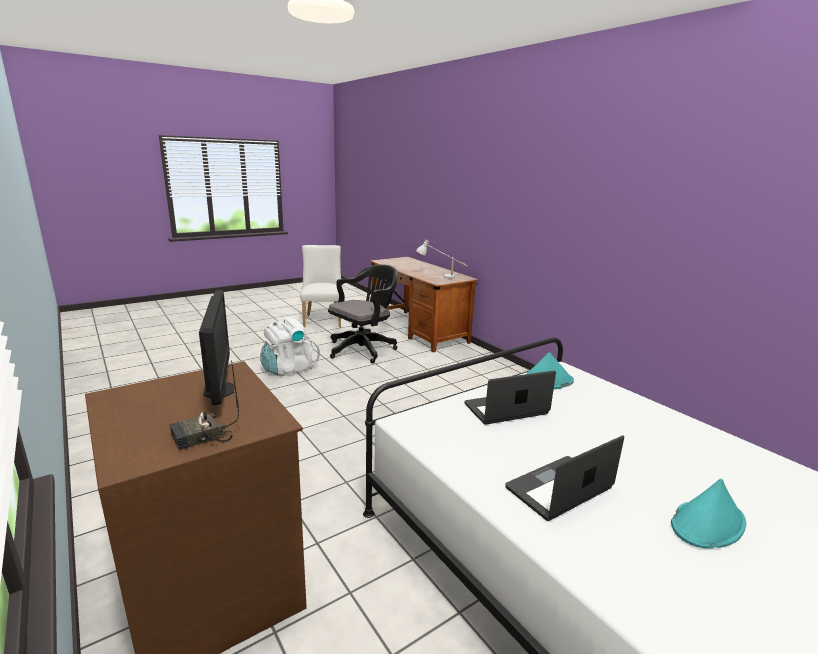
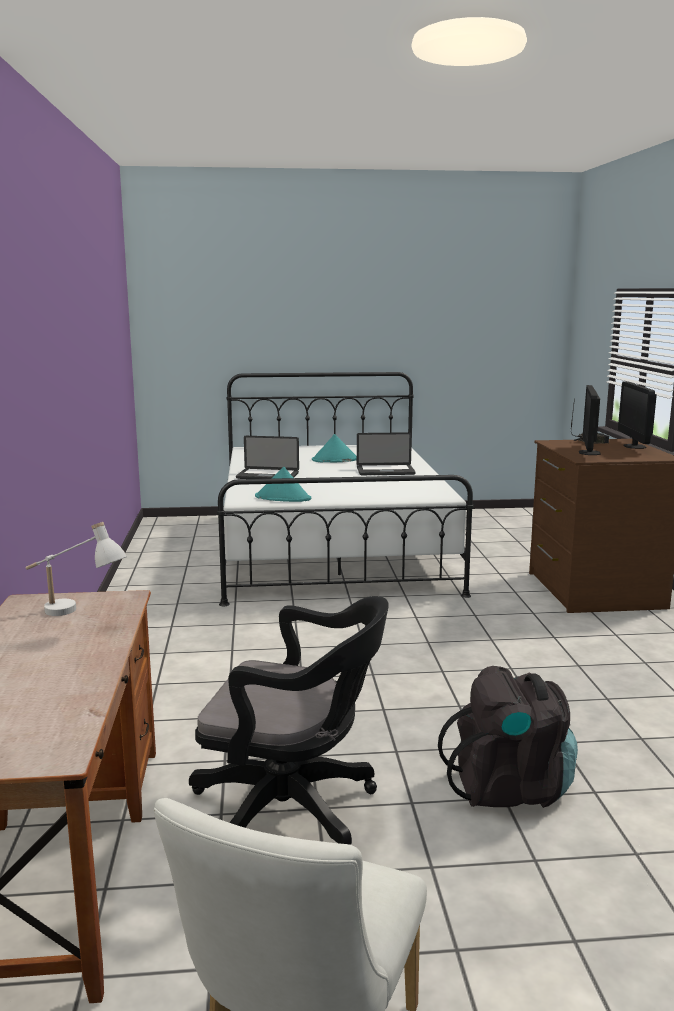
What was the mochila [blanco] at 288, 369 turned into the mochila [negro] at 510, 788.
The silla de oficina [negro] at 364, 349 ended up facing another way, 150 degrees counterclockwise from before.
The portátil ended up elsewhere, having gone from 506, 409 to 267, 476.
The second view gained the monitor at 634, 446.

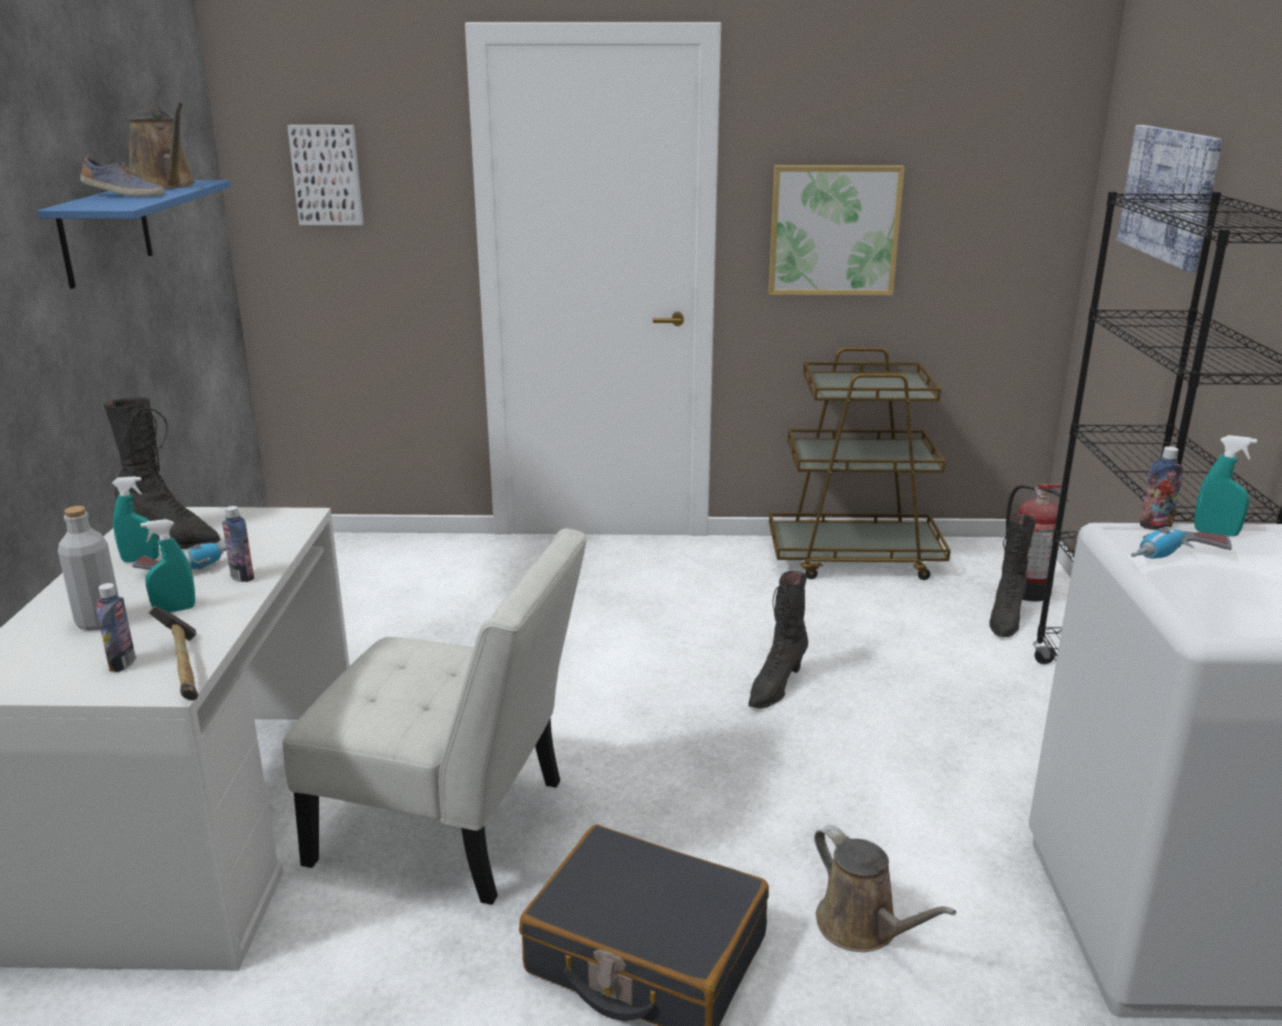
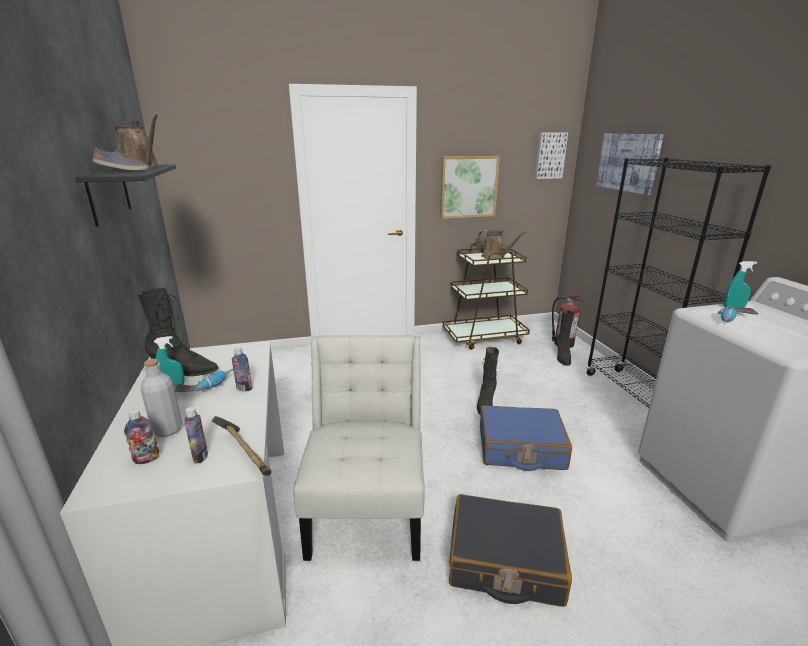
What was the estante [azul] at 106, 232 turned into the estante [negro] at 109, 193.
The second view lost the pulverizador [turquesa] at 174, 610.
The silla [blanco] at 452, 826 ended up facing another way, 90 degrees counterclockwise from before.
The cuadro ended up elsewhere, having gone from 327, 175 to 550, 155.
The regadera [marrón] ended up elsewhere, having gone from 862, 928 to 495, 257.
The botella ended up elsewhere, having gone from 1155, 526 to 146, 459.
The second view gained the maleta [azul] at 520, 448.

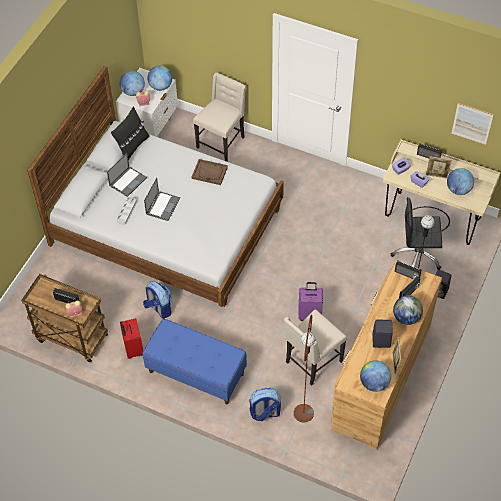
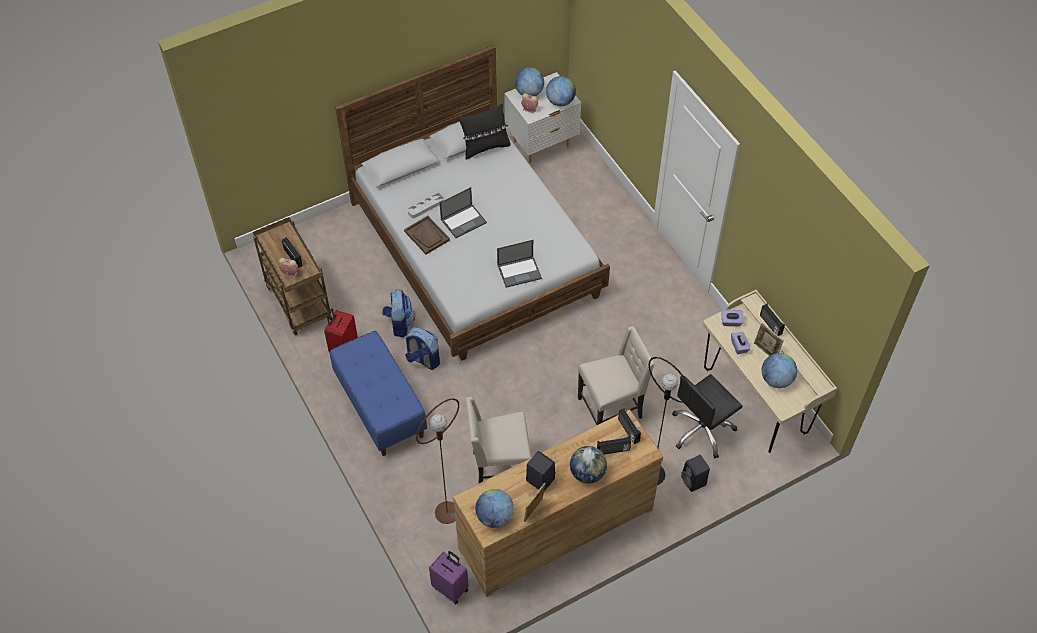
The portátil ended up elsewhere, having gone from 128, 181 to 520, 271.
The bandeja [marrón] ended up elsewhere, having gone from 209, 172 to 427, 236.
The silla [beis] ended up elsewhere, having gone from 222, 142 to 611, 408.
The mochila ended up elsewhere, having gone from 264, 413 to 423, 359.
The maleta [morado] ended up elsewhere, having gone from 310, 314 to 451, 588.
The silla de oficina [negro] at 417, 256 ended up facing another way, 75 degrees counterclockwise from before.
The second view lost the cuadro at 472, 123.

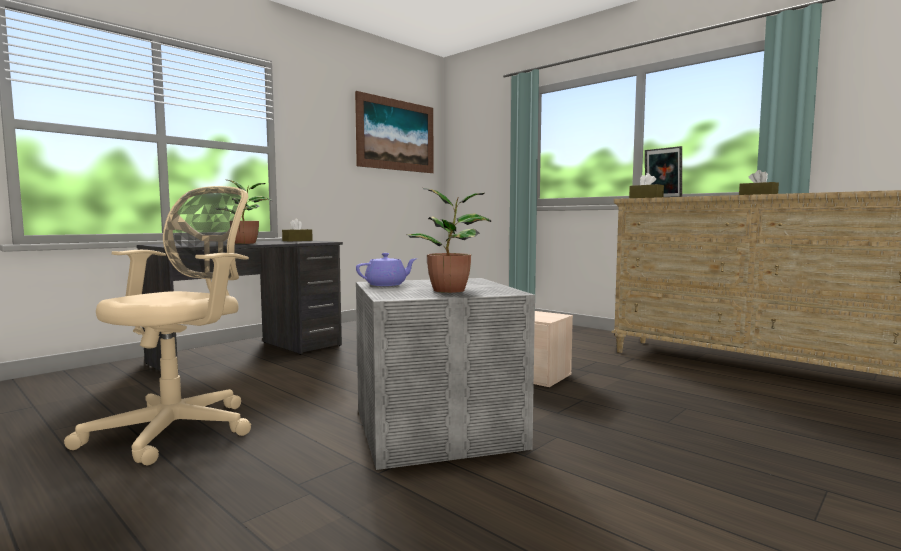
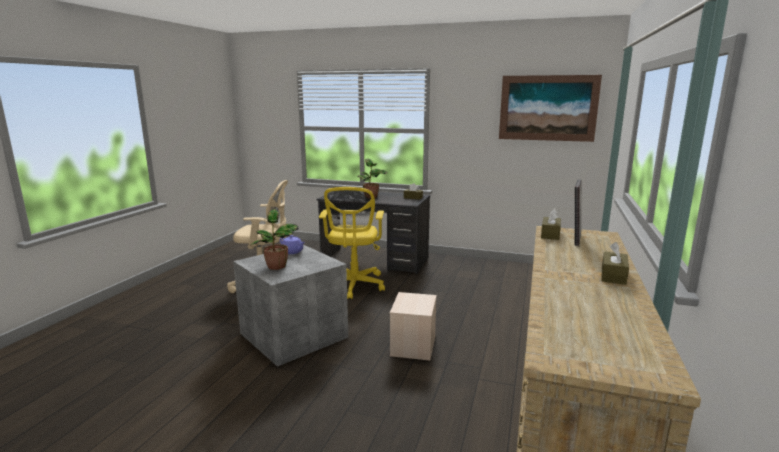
The second view gained the silla de oficina [amarillo] at 354, 286.

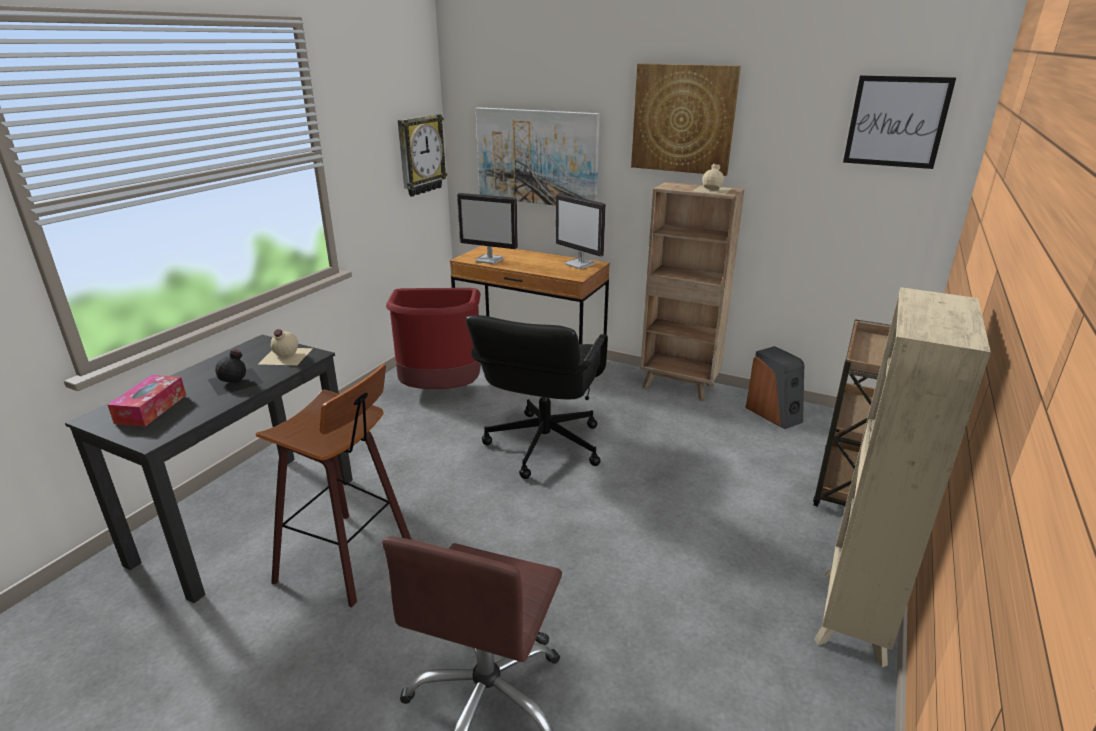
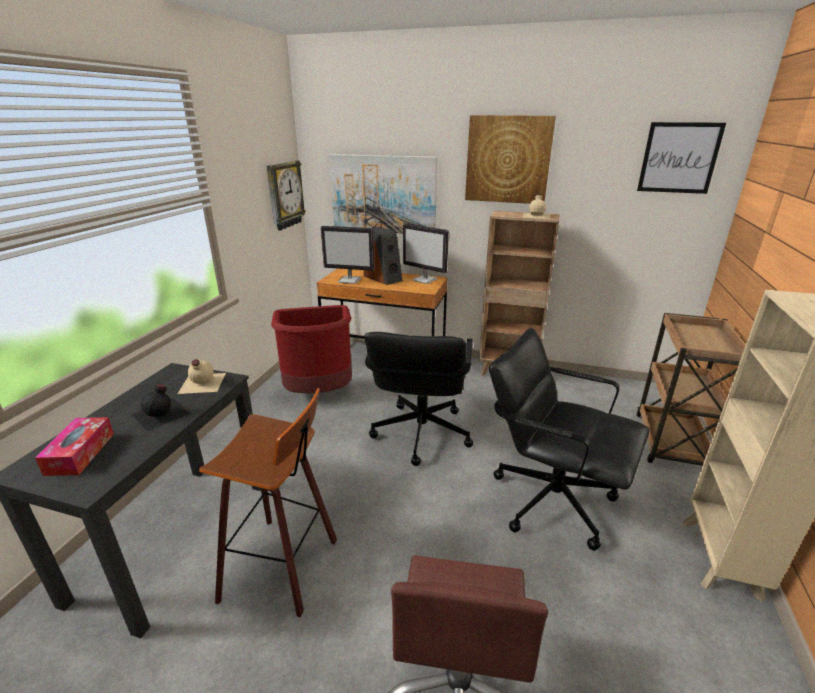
The altavoz ended up elsewhere, having gone from 774, 414 to 383, 278.
The second view gained the silla de oficina [negro] at 551, 499.

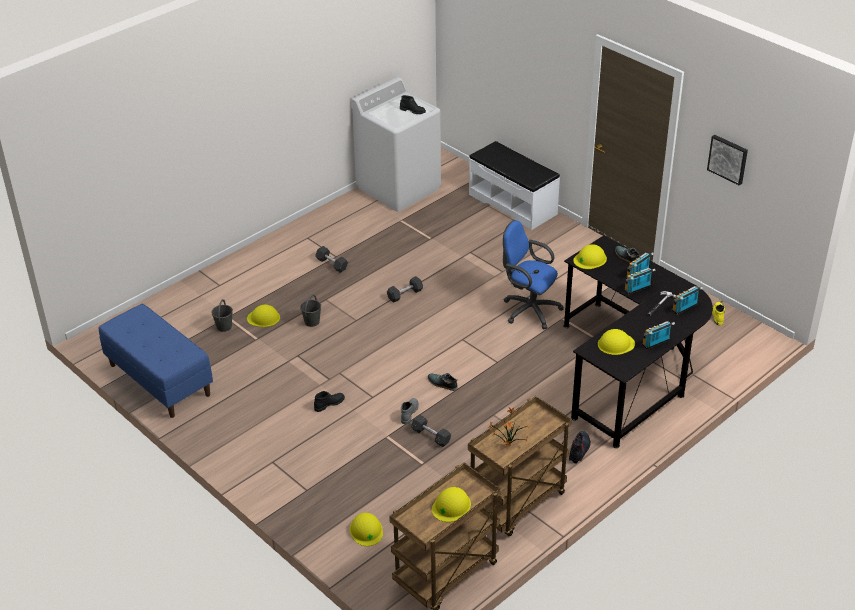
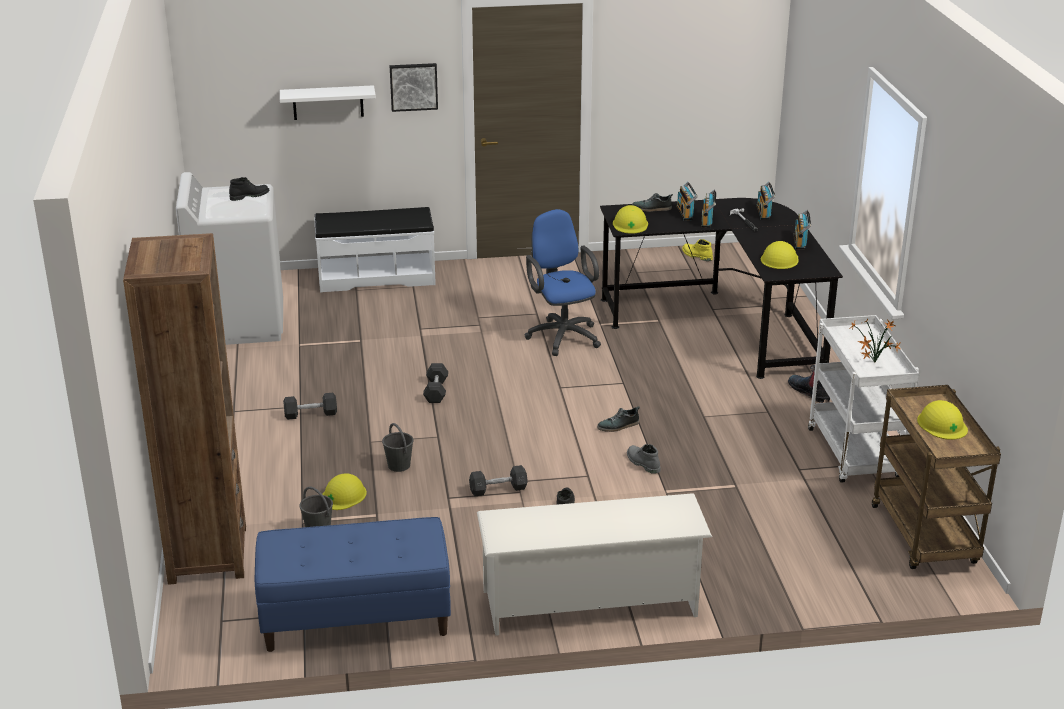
The second view lost the casco [amarillo] at 366, 530.
The mancuerna [gris] ended up elsewhere, having gone from 431, 436 to 498, 489.
What was the carrito [marrón] at 517, 504 turned into the carrito [blanco] at 856, 455.
The silla de oficina [azul] at 528, 309 ended up facing another way, 90 degrees clockwise from before.
The cuadro ended up elsewhere, having gone from 728, 159 to 413, 86.
The second view gained the estantería [marrón] at 207, 554.
The second view gained the estante [blanco] at 328, 102.
The second view gained the zapatero [blanco] at 590, 604.

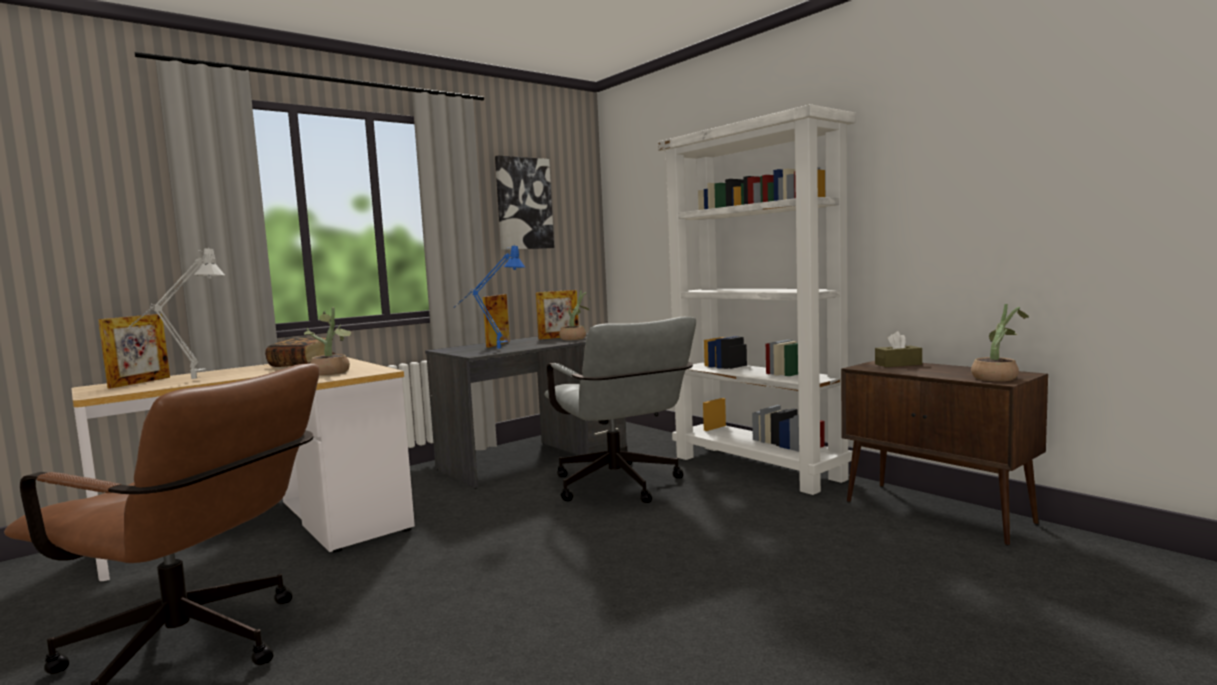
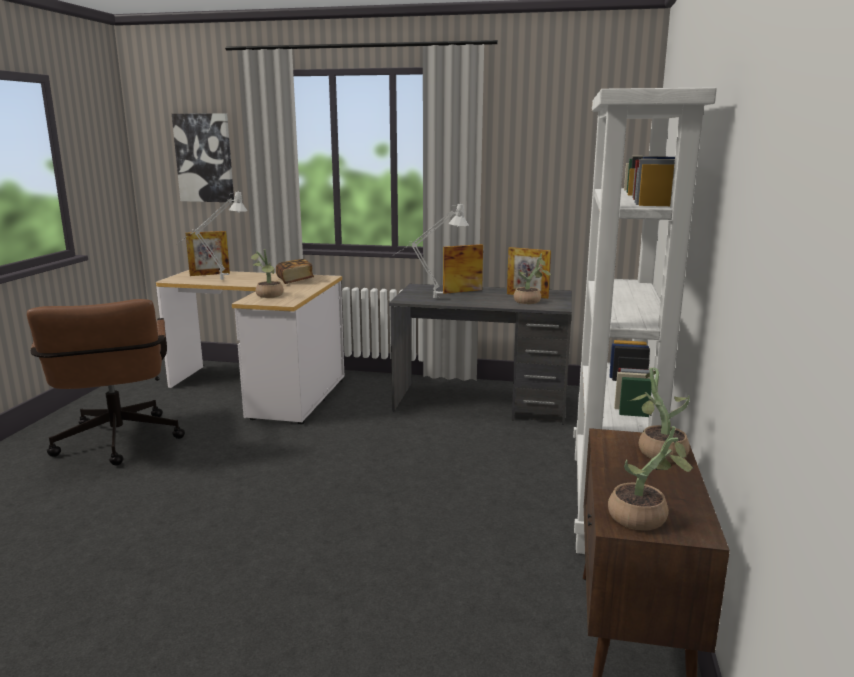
What was the lámpara de mesa [azul] at 494, 350 turned into the lámpara de mesa [gris] at 430, 299.
The cuadro ended up elsewhere, having gone from 523, 203 to 204, 158.
The second view lost the silla de oficina [gris] at 621, 488.
Where the caja de pañuelos [marrón] stood at 898, 364, the planta en maceta came to stand at 657, 451.

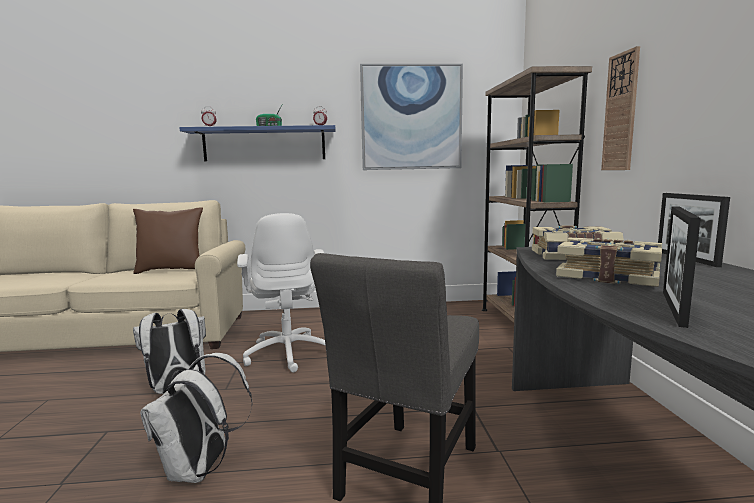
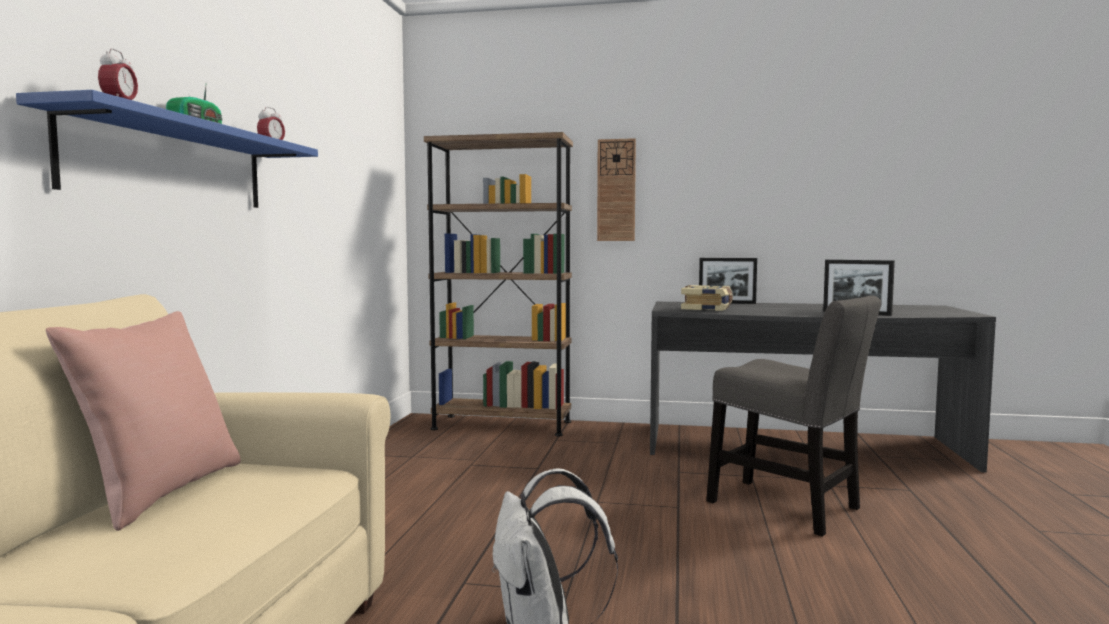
What was the cojín [marrón] at 171, 270 turned into the cojín [rosa] at 160, 493.
The second view lost the mochila [blanco] at 200, 470.
The second view lost the silla de oficina [blanco] at 288, 353.
The second view lost the cuadro at 411, 118.
The second view lost the libro at 608, 276.

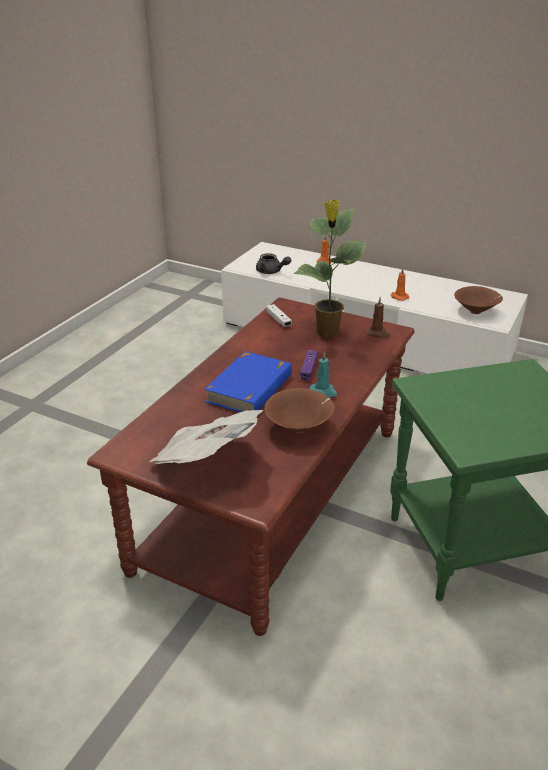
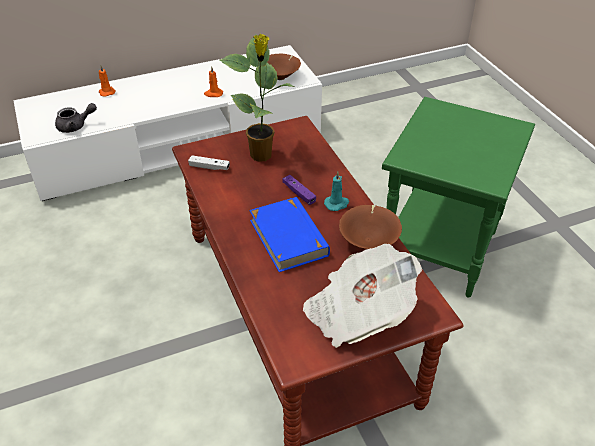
The second view lost the vela [marrón] at 377, 333.

